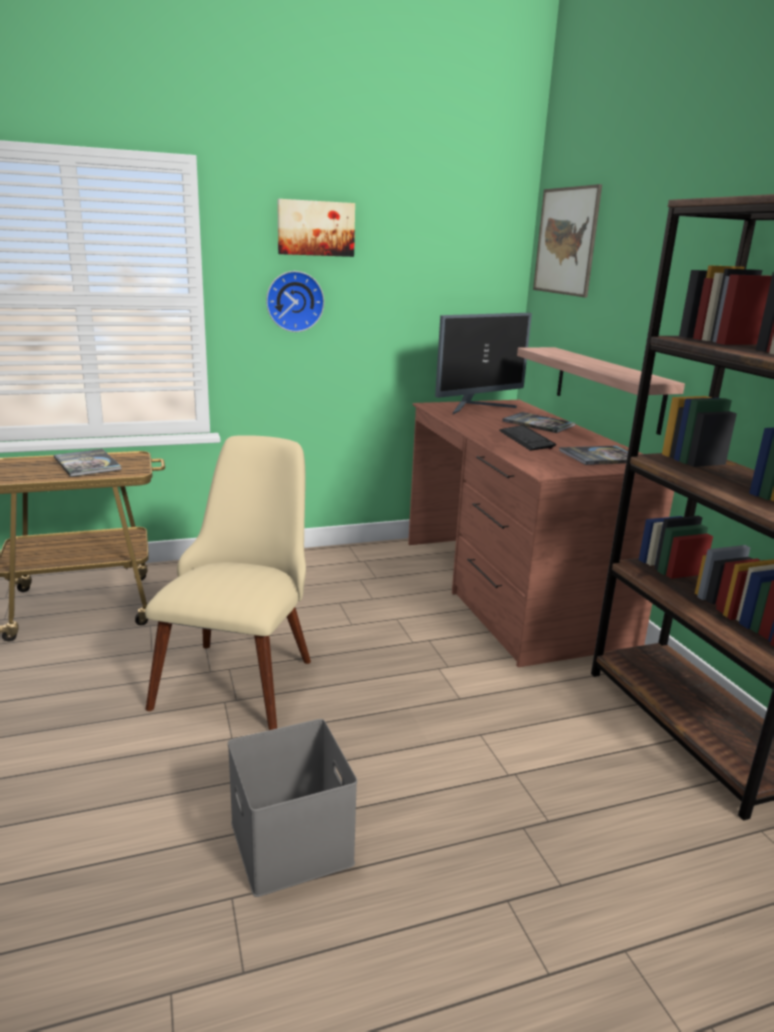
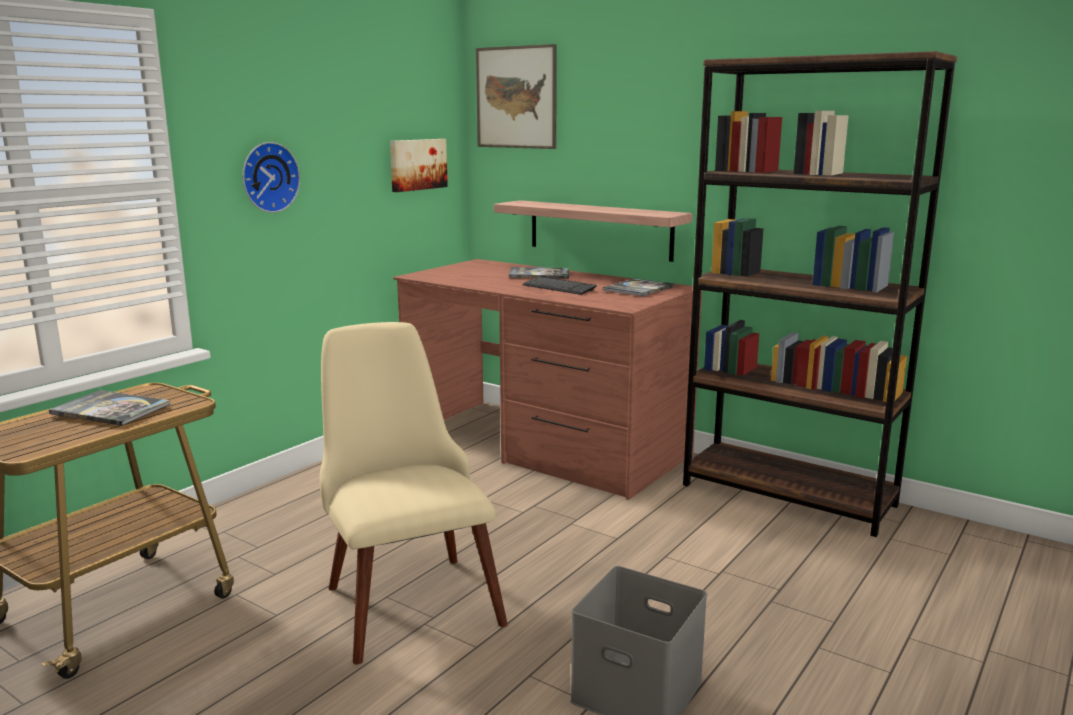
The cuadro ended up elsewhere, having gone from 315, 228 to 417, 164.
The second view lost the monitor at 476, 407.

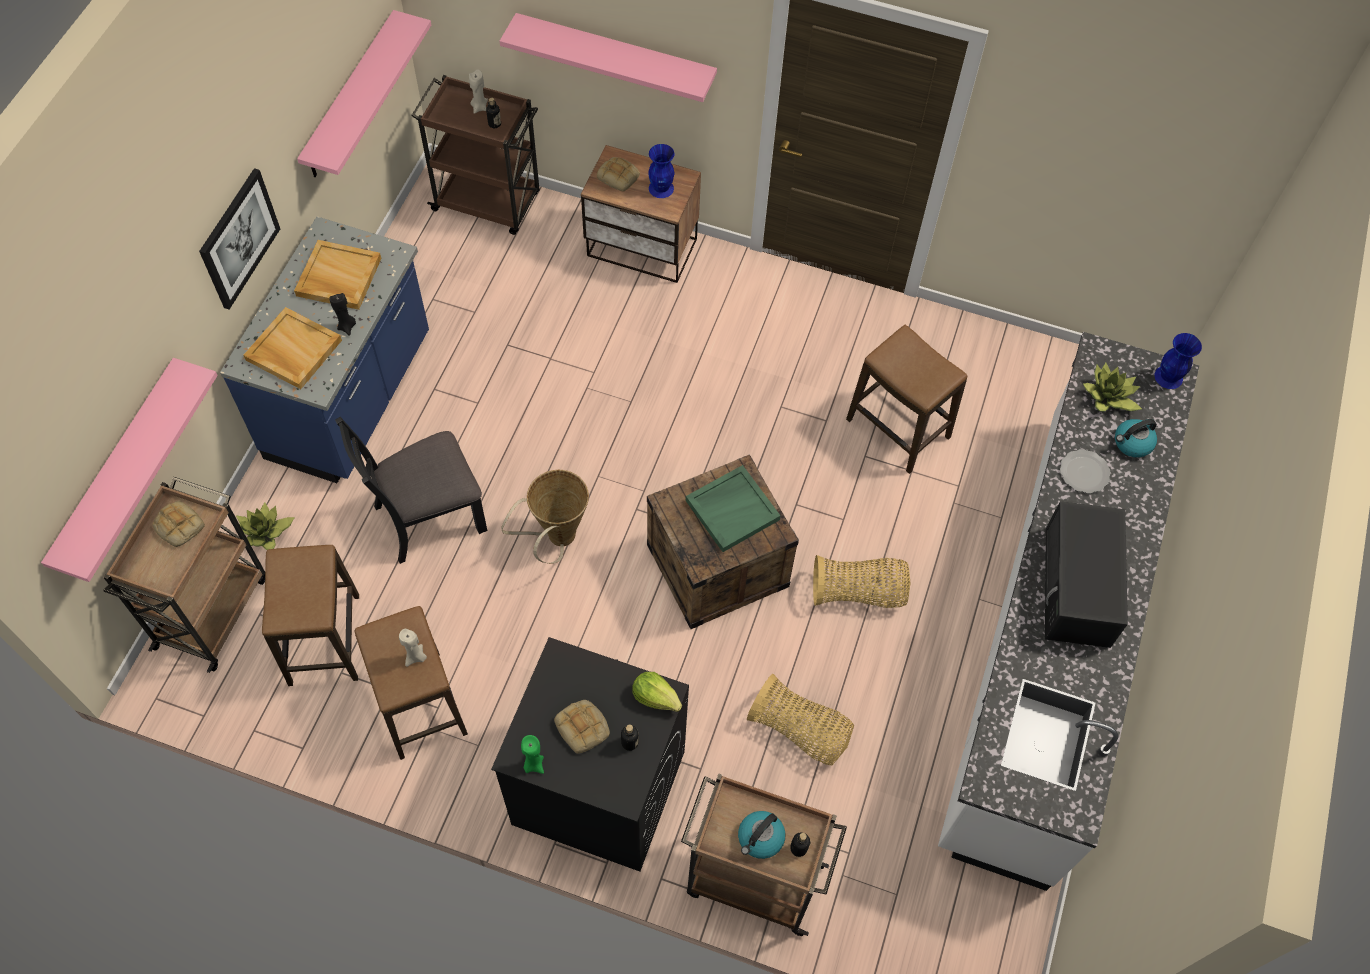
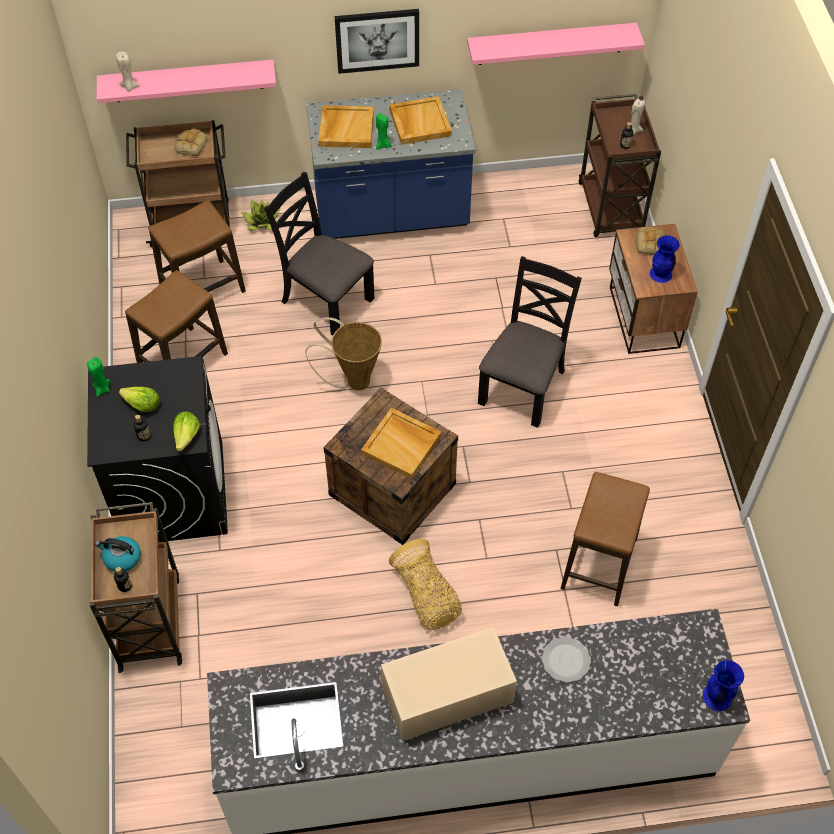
What was the vela [negro] at 347, 326 turned into the vela [verde] at 383, 145.
The vela [beis] ended up elsewhere, having gone from 416, 657 to 129, 87.
The second view lost the estante [rosa] at 615, 56.
Where the pan stood at 583, 728, the lechuga came to stand at 142, 405.
What was the bandeja [verde] at 732, 509 turned into the bandeja [beis] at 402, 444.
The second view lost the cesta at 800, 730.
What was the microondas [negro] at 1078, 588 turned into the microondas [beis] at 445, 695.
The second view lost the planta en maceta at 1109, 397.
The second view lost the hervidor at 1132, 443.
The second view gained the silla [negro] at 523, 386.

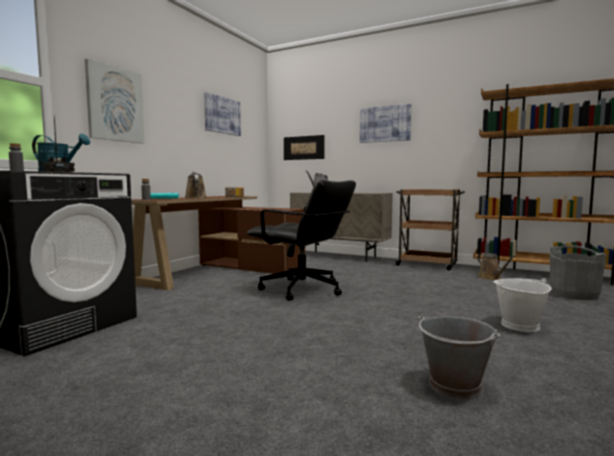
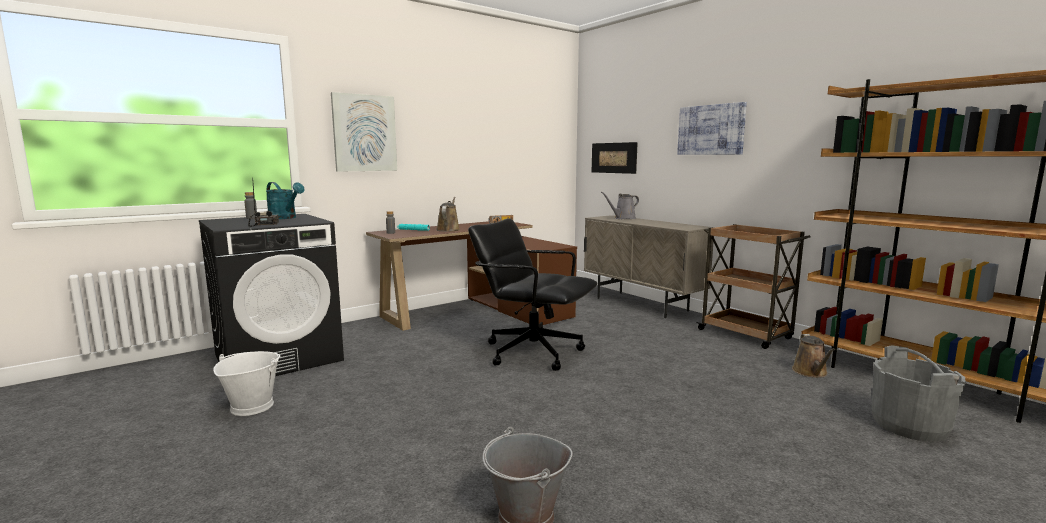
The second view lost the cuadro at 222, 115.
The silla de oficina [negro] at 302, 290 ended up facing another way, 150 degrees clockwise from before.
The cubo [blanco] ended up elsewhere, having gone from 519, 325 to 252, 406.

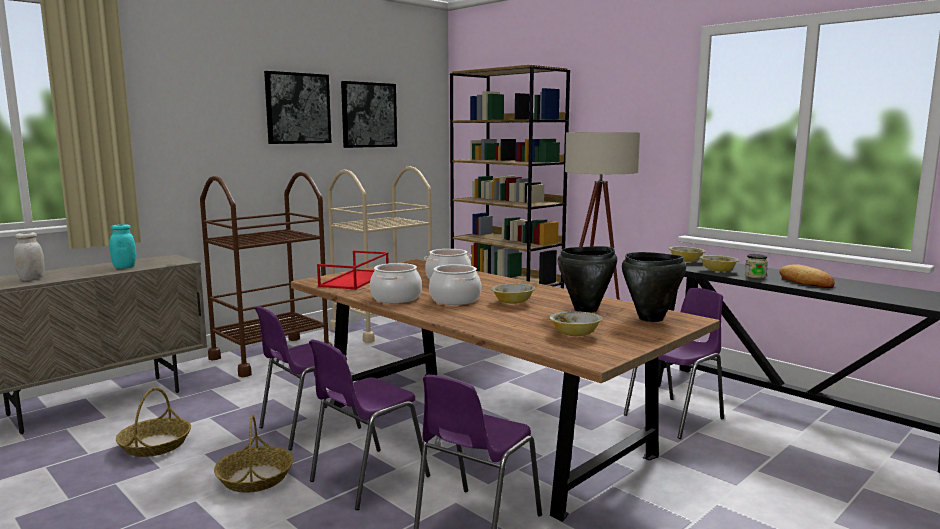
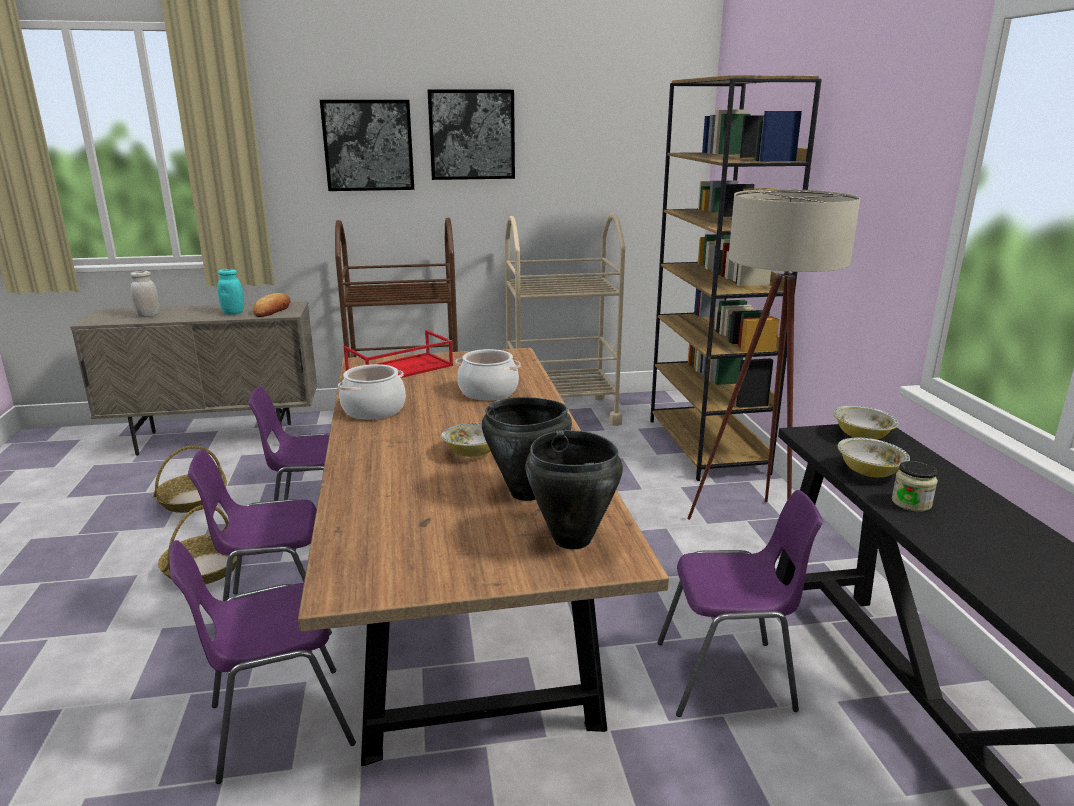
The cuadro ended up elsewhere, having gone from 368, 115 to 368, 145.
The second view lost the olla at 455, 300.
The second view lost the cuenco at 575, 334.
The pan ended up elsewhere, having gone from 805, 282 to 272, 310.

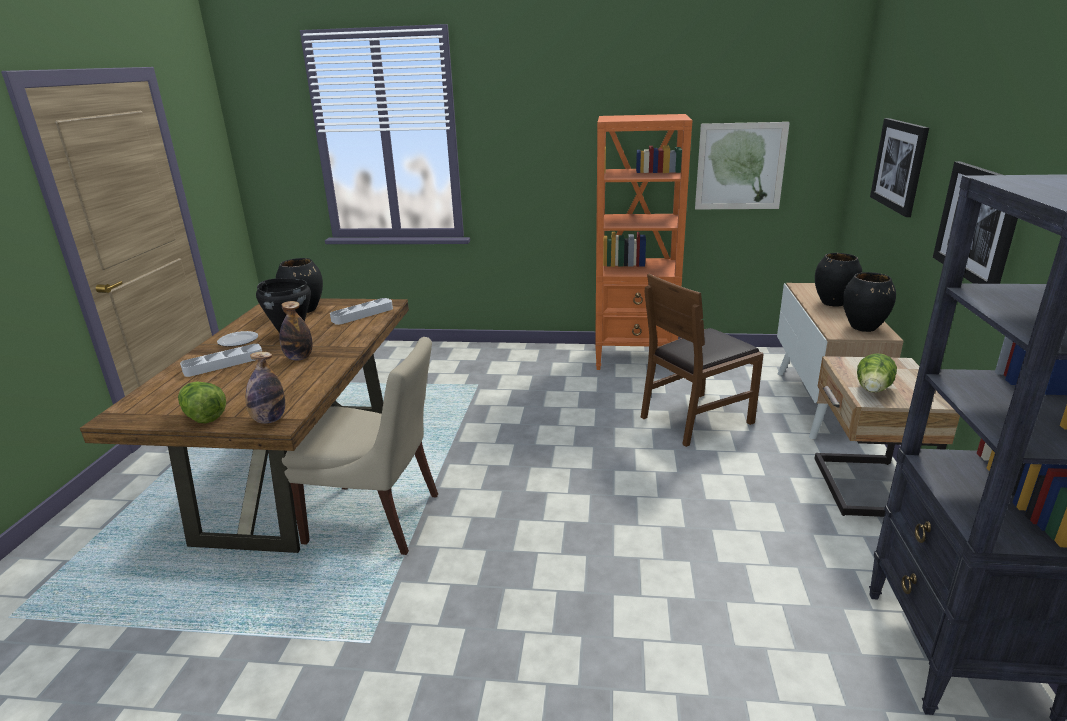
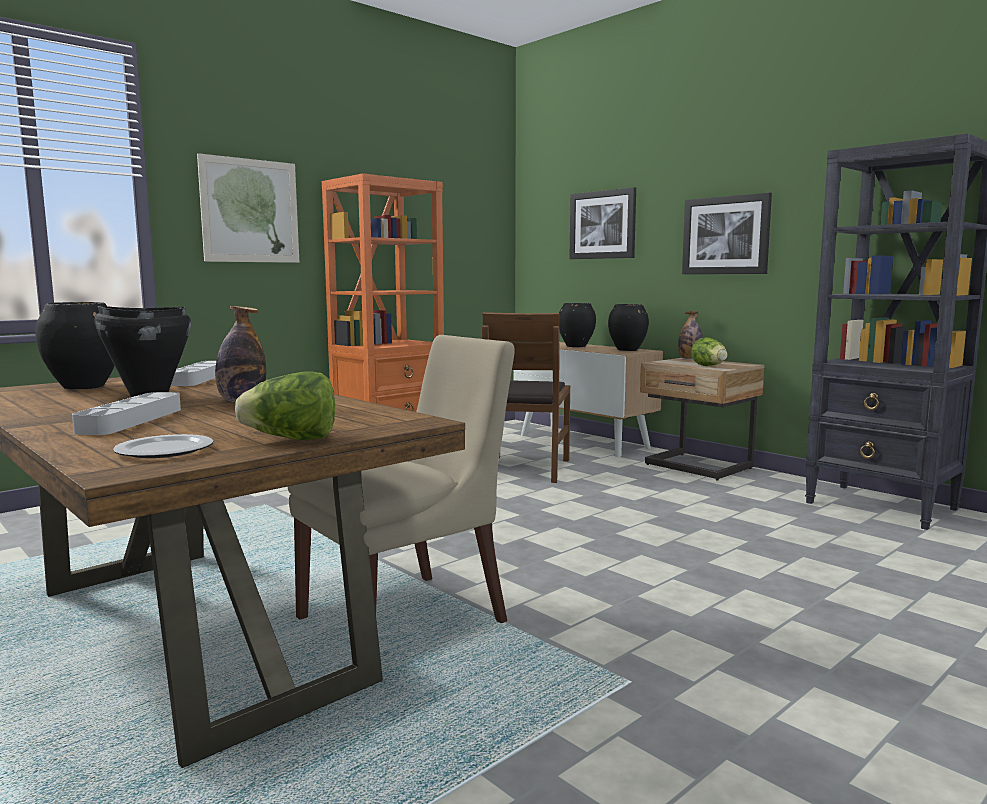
The plato ended up elsewhere, having gone from 238, 340 to 163, 450.
The botella ended up elsewhere, having gone from 269, 420 to 690, 359.
The cuadro ended up elsewhere, having gone from 740, 166 to 250, 211.

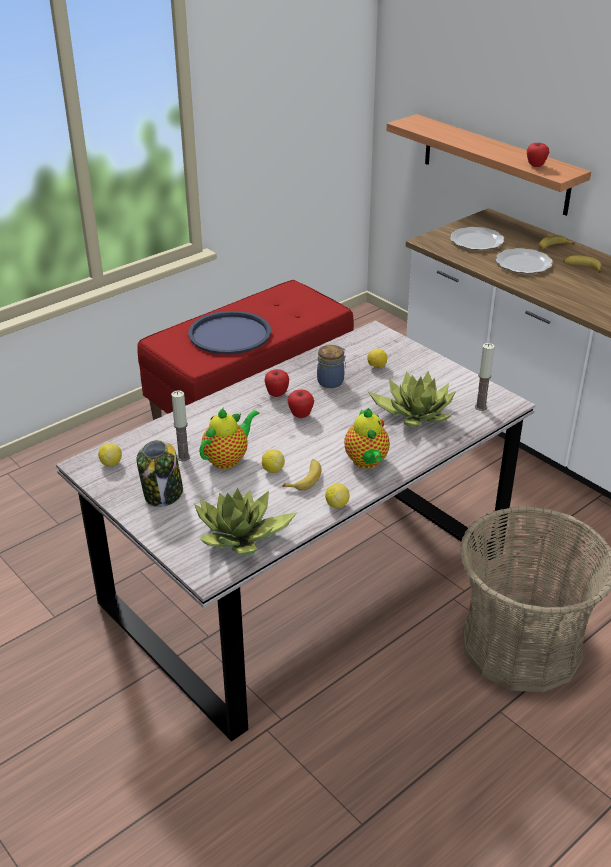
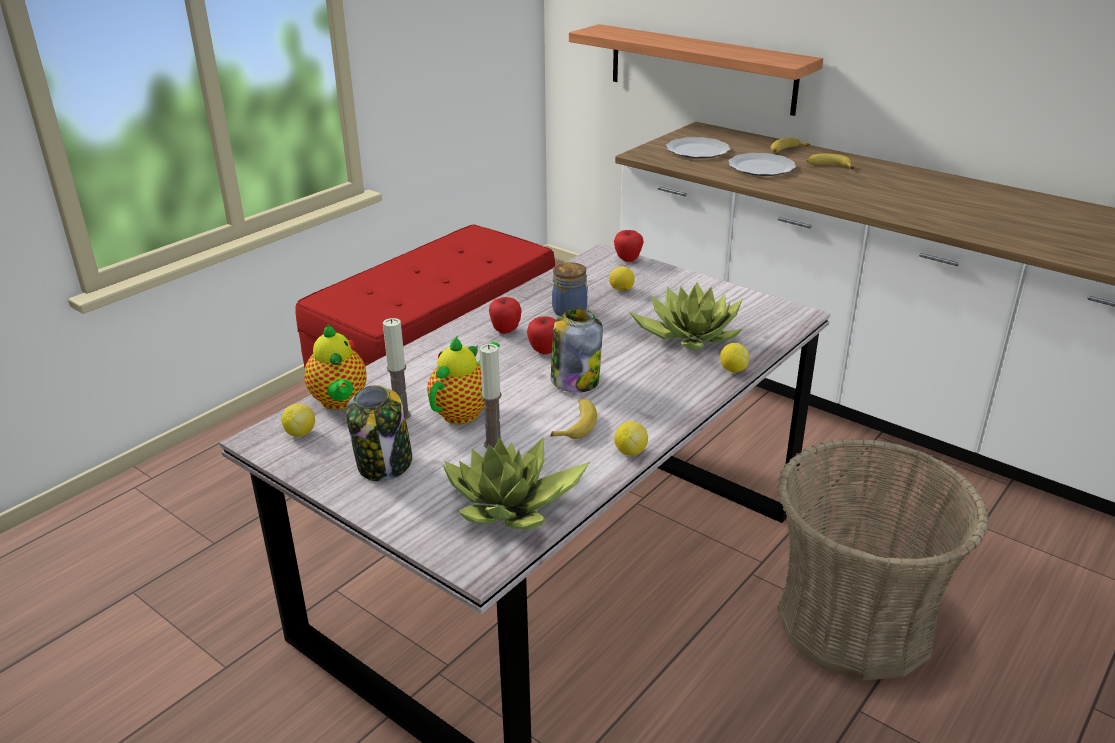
The second view lost the bandeja [azul] at 230, 334.
The limón ended up elsewhere, having gone from 273, 469 to 733, 369.
The tetera ended up elsewhere, having gone from 367, 462 to 339, 402.
The vela ended up elsewhere, having gone from 480, 407 to 493, 444.
The manzana ended up elsewhere, having gone from 536, 166 to 628, 260.
The second view gained the tarro at 575, 380.

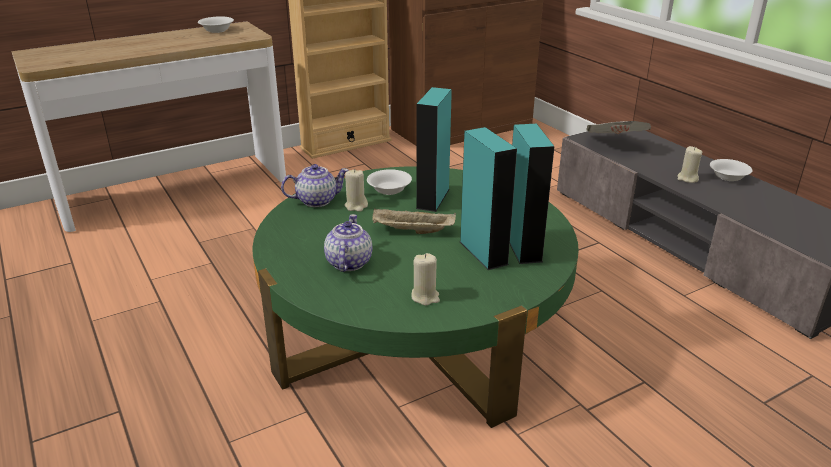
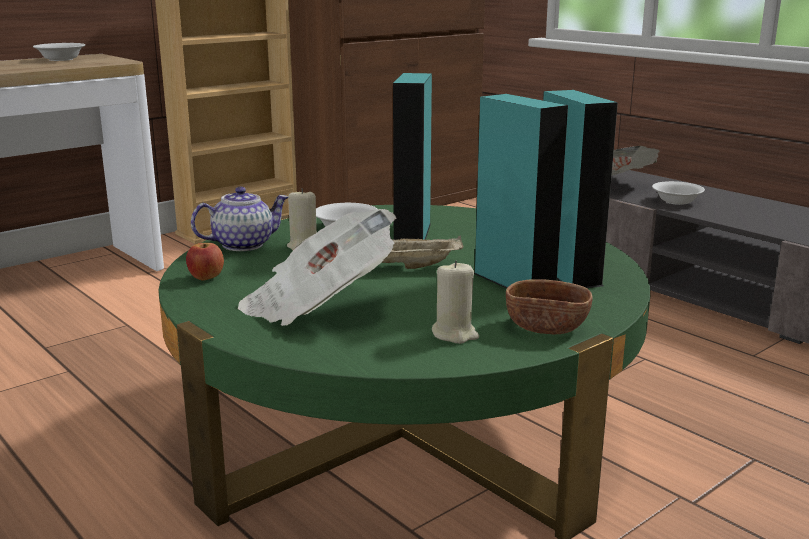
Where the tetera stood at 348, 262, the periódico came to stand at 318, 305.
The second view lost the vela [beis] at 687, 178.
The cuenco [blanco] ended up elsewhere, having gone from 728, 177 to 677, 201.
The second view gained the manzana at 206, 278.
The second view gained the cuenco [marrón] at 546, 327.

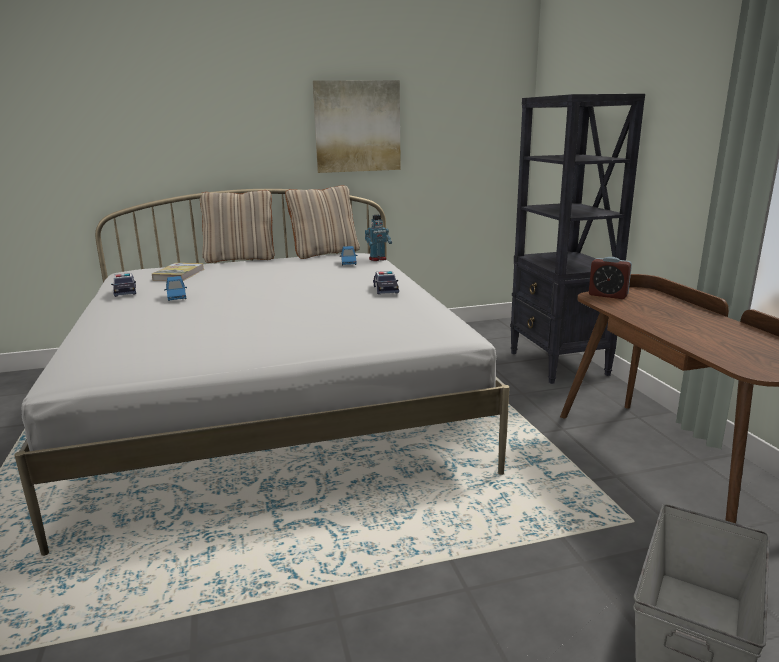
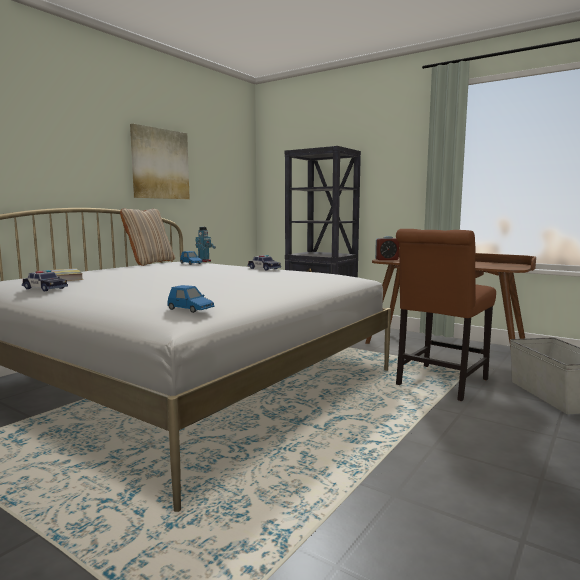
The coche de juguete [azul] ended up elsewhere, having gone from 176, 297 to 190, 309.
The second view lost the cojín [beis] at 240, 259.
The second view gained the silla [marrón] at 439, 383.

